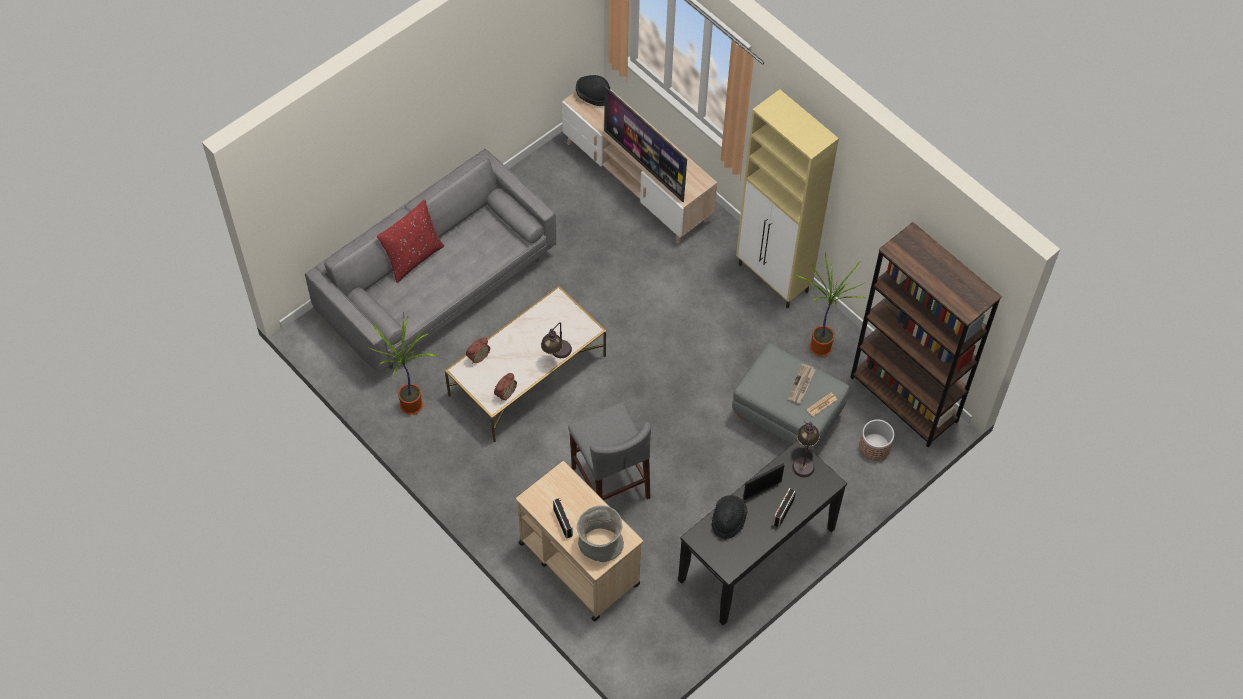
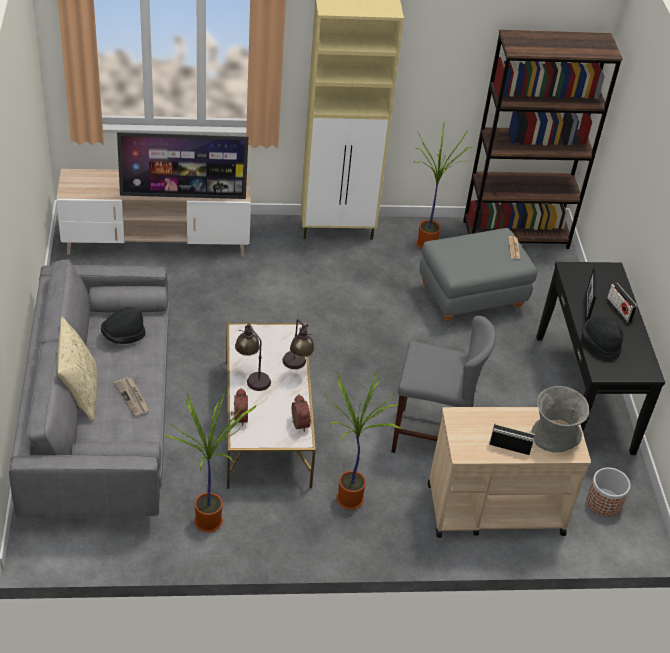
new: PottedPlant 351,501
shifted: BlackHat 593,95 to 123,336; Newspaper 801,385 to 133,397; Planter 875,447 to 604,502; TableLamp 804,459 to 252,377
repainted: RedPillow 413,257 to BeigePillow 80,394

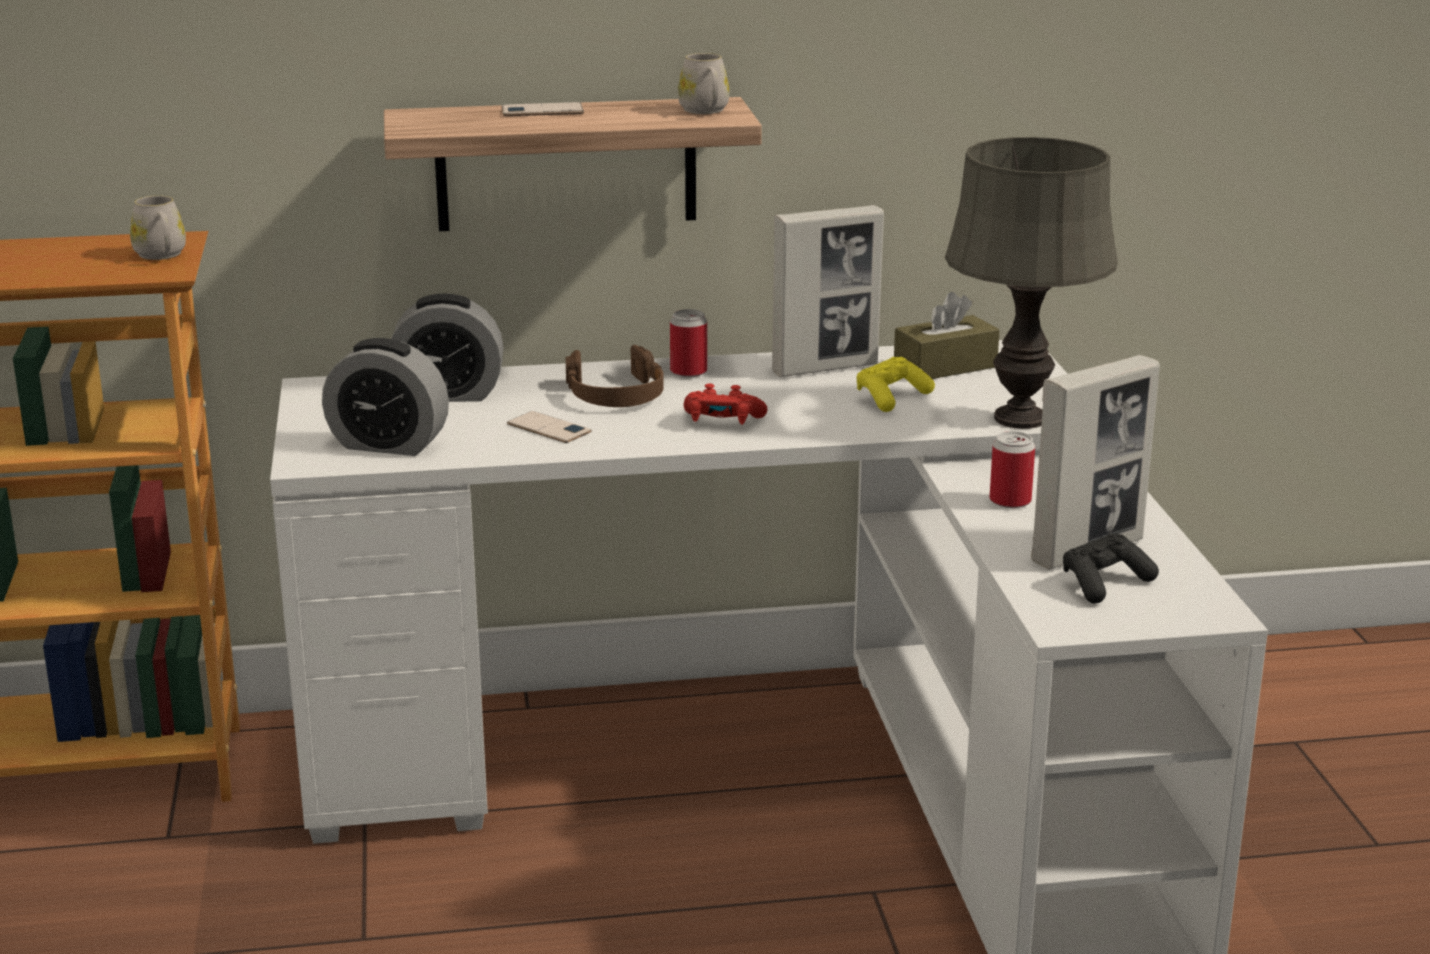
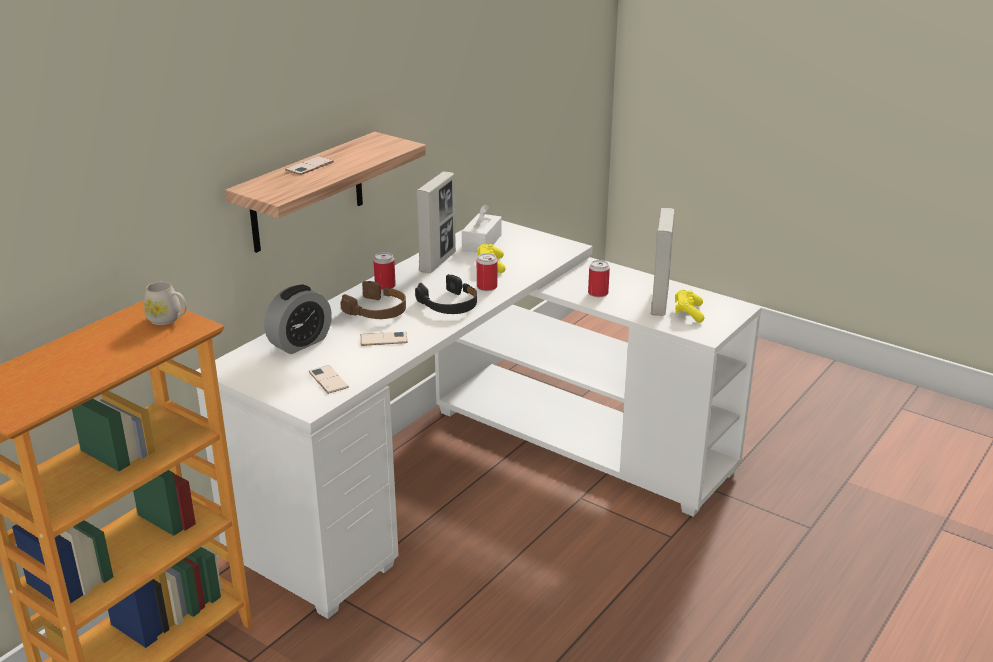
gone: WhiteMug 705,111; GreyTableLamp 1021,418
new: Can 487,287
swapped: AlarmClock 388,444 to Phone 328,380; RedGameController 722,422 to BlackHeadphones 449,304
repainted: BrownTissueBox 945,366 to WhiteTissueBox 482,242; BlackGameController 1105,583 to YellowGameController 688,313

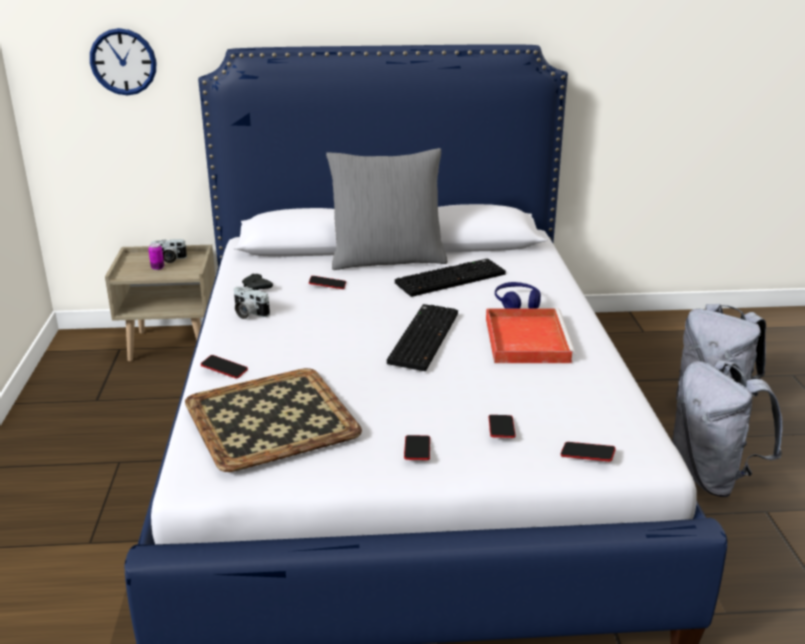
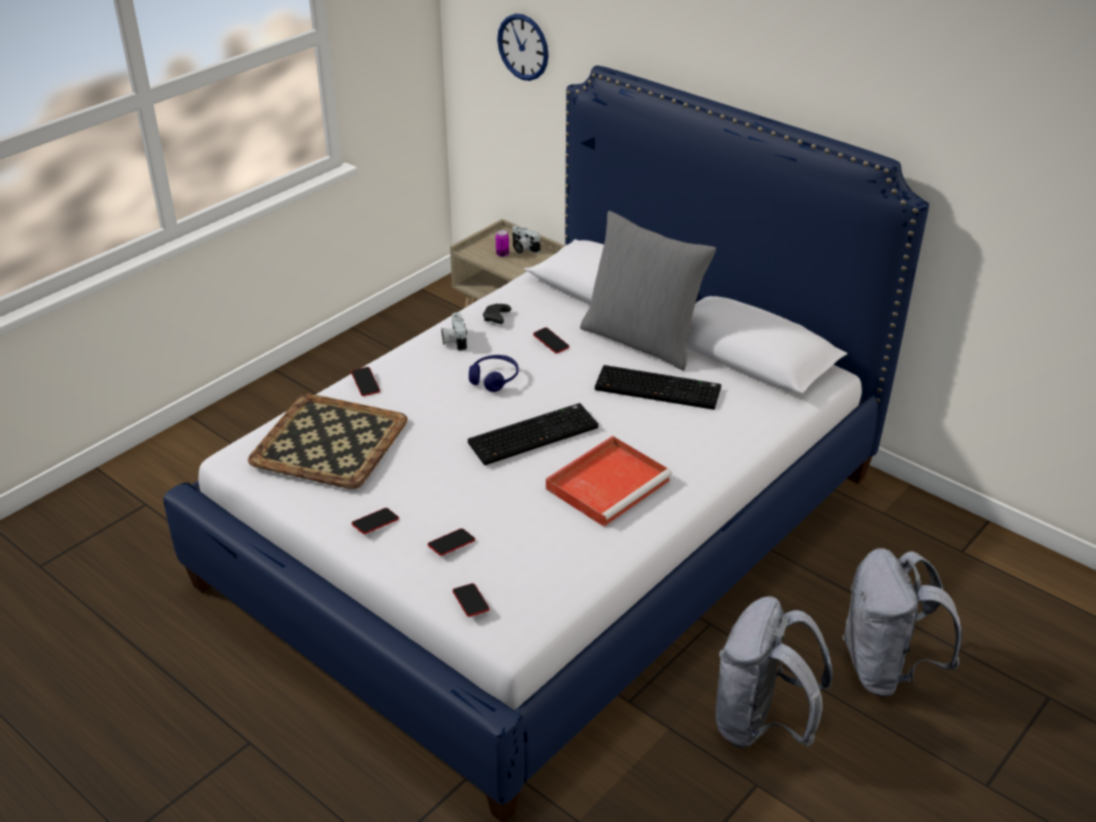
shifted: BlueHeadphones 517,303 to 494,379

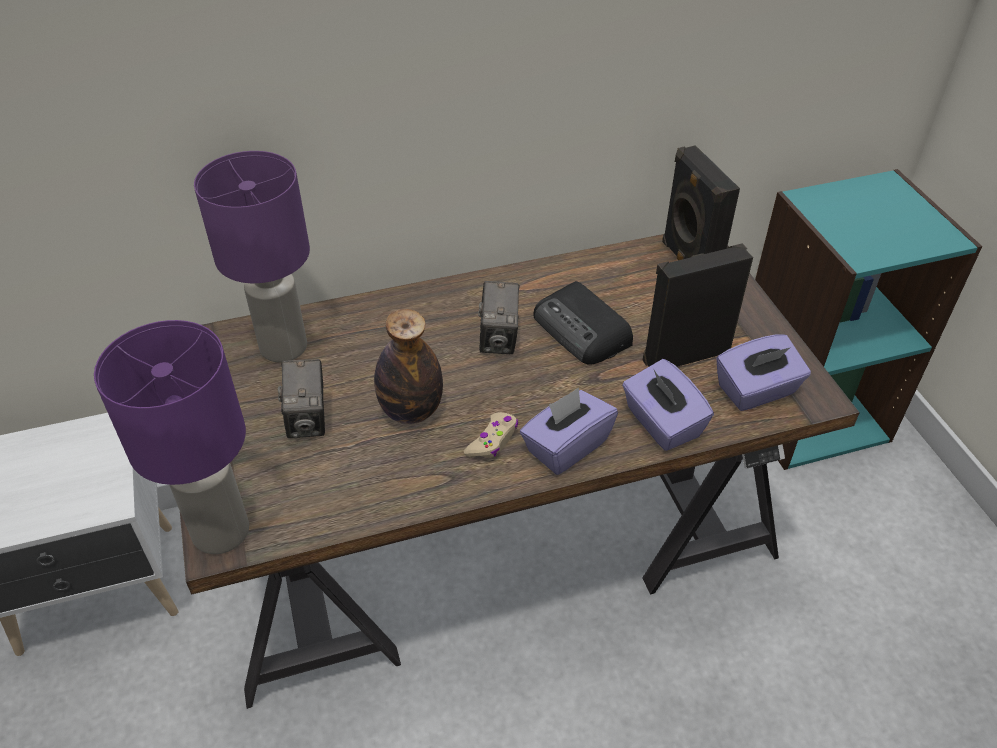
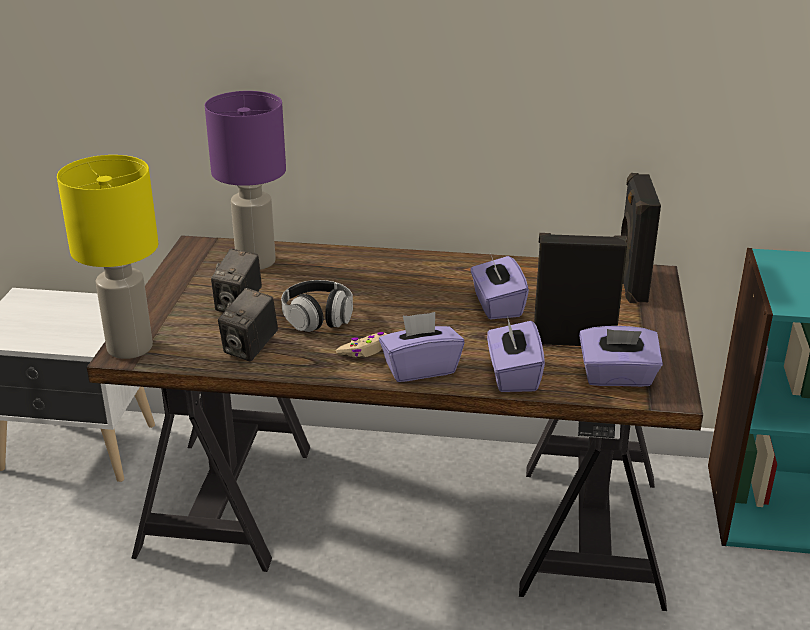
shifted: PhotoCamera 499,339 to 250,348
swapped: Radio 582,331 to PurpleTissueBox 497,305; Bottle 411,411 to Headphones 318,318
repainted: PurpleTableLamp 222,531 to YellowTableLamp 131,348

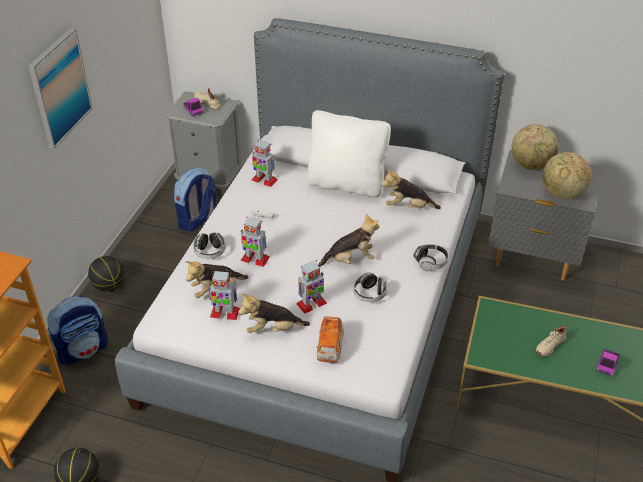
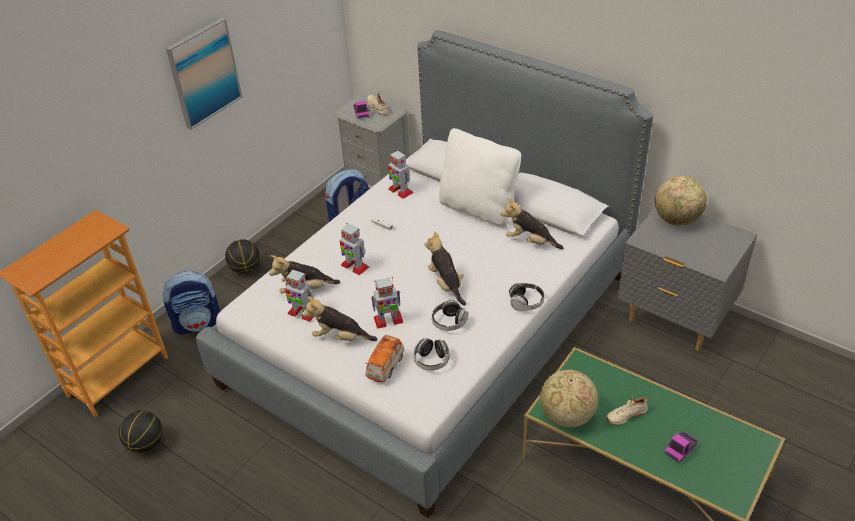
shifted: Globe 562,194 to 566,416; Headphones 210,252 to 432,360
rotated: PlushToy 350,260 = 446,284 120 degrees counterclockwise

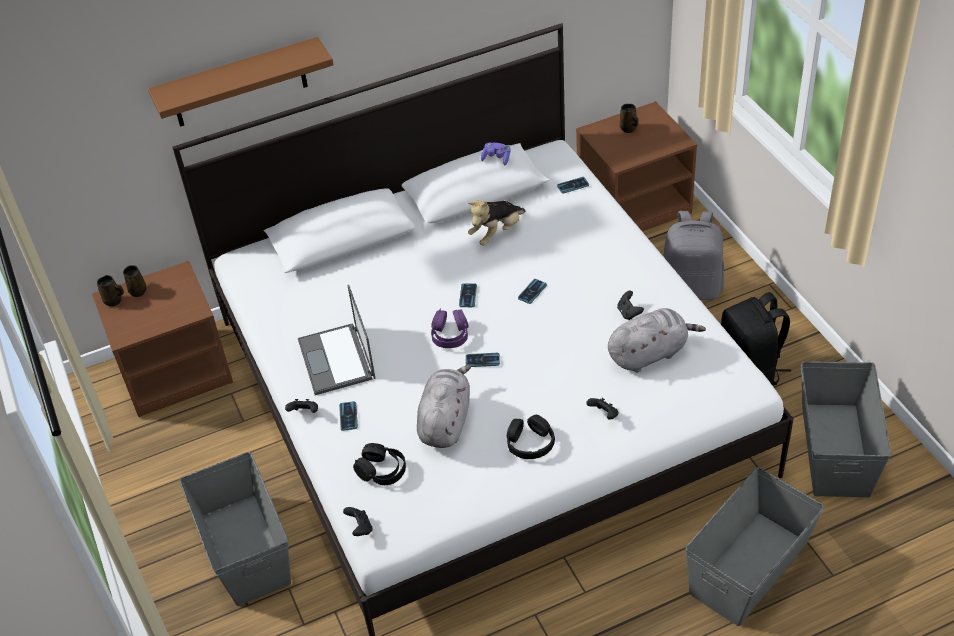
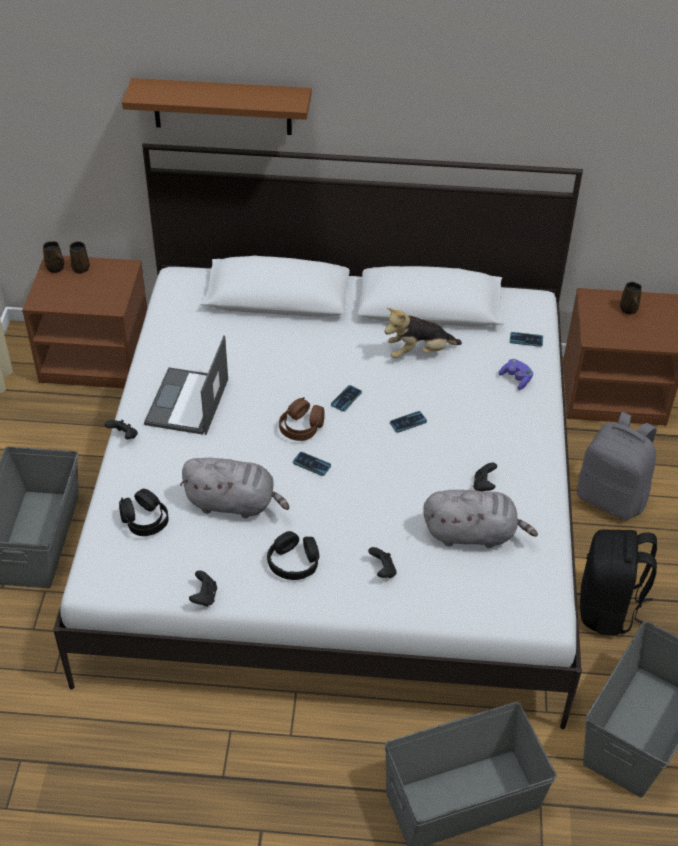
gone: Phone 348,416
shifted: PurpleGameController 496,158 to 516,379; BlackGameController 360,528 to 204,597
repainted: PurpleHeadphones 450,335 to BrownHeadphones 301,427
rotated: GreyPlushToy 445,421 = 234,503 60 degrees clockwise

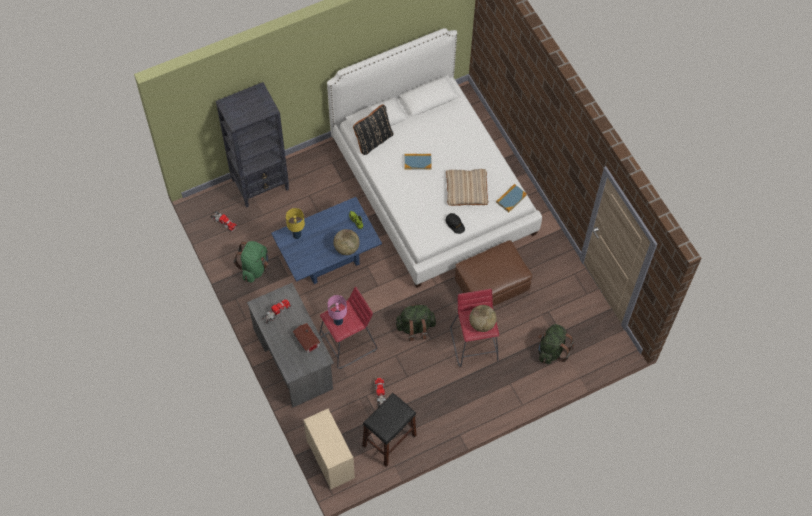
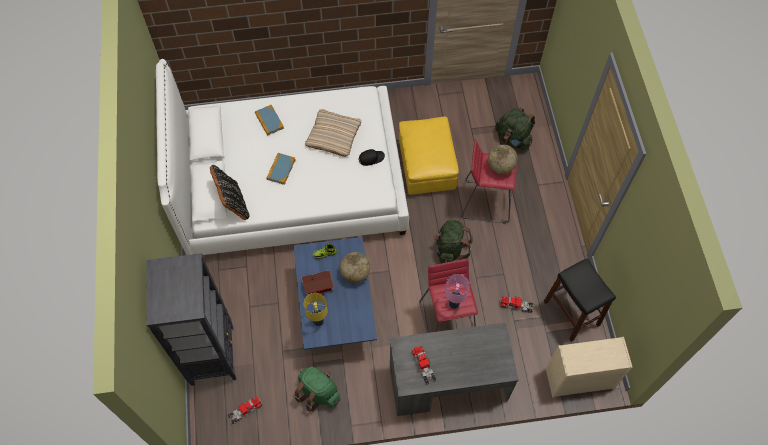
shifted: Book 511,199 to 269,121; ToyHouse 306,341 to 319,286
repainted: BrownOttoman 491,285 to YellowOttoman 426,166

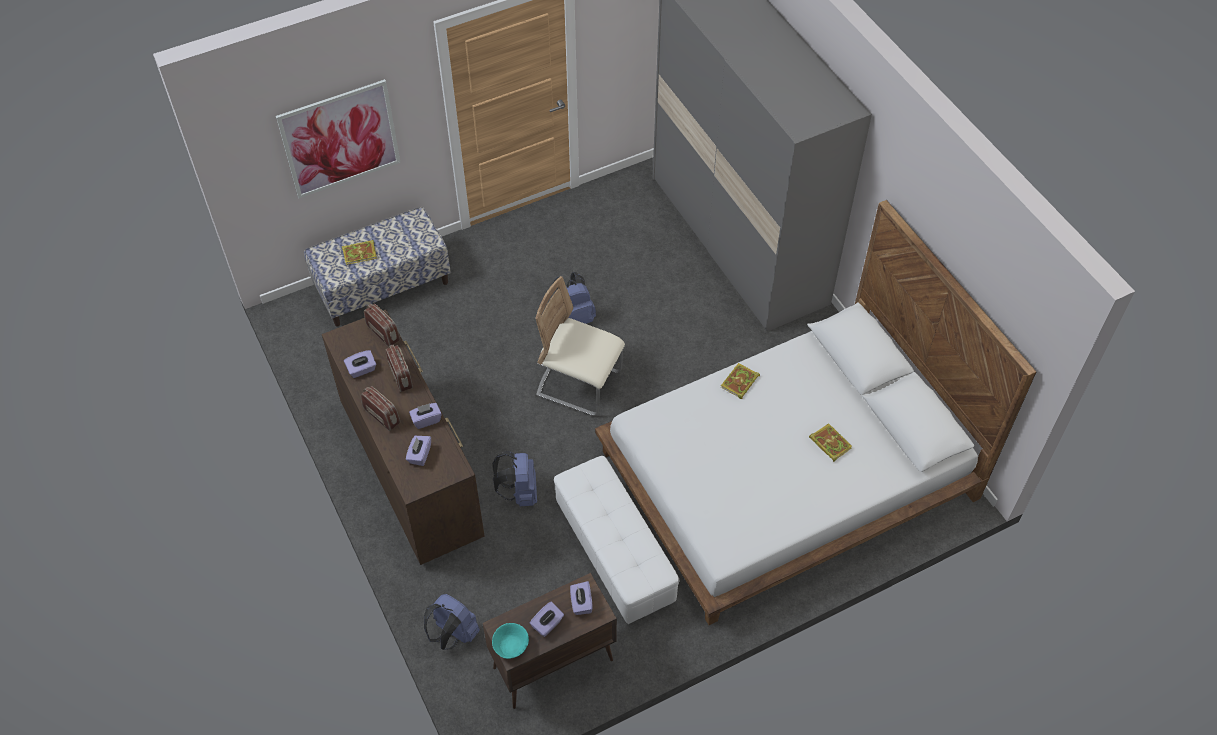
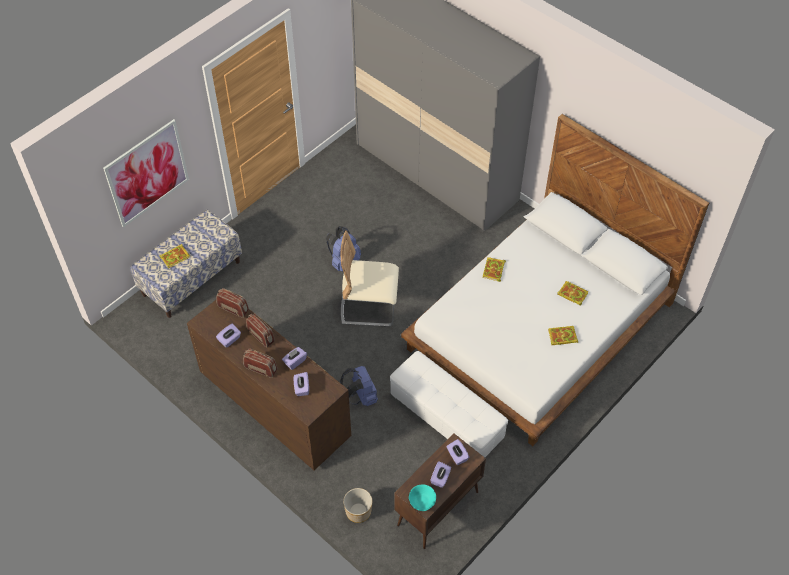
new: Book 561,337
swapped: BlueBackpack 453,634 to Planter 358,512

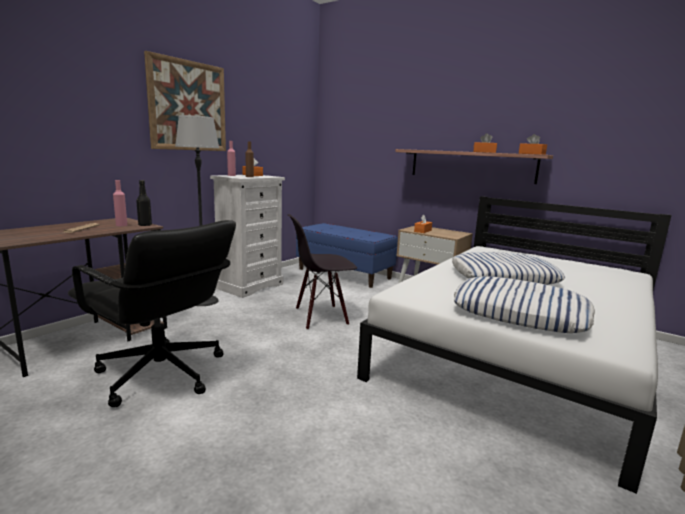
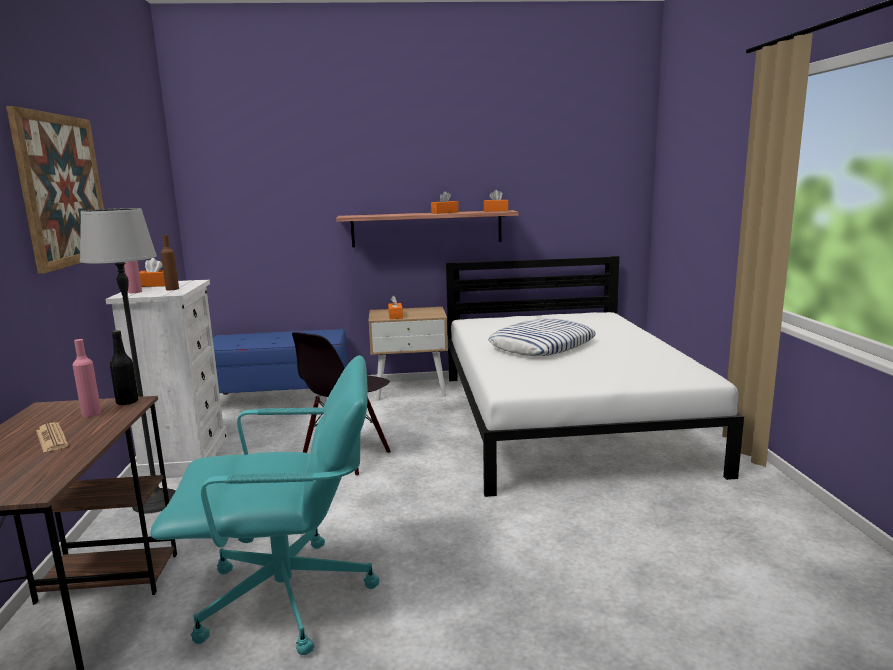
gone: Pillow 520,313
repainted: BlackOfficeChair 161,374 to TurquoiseOfficeChair 288,598

